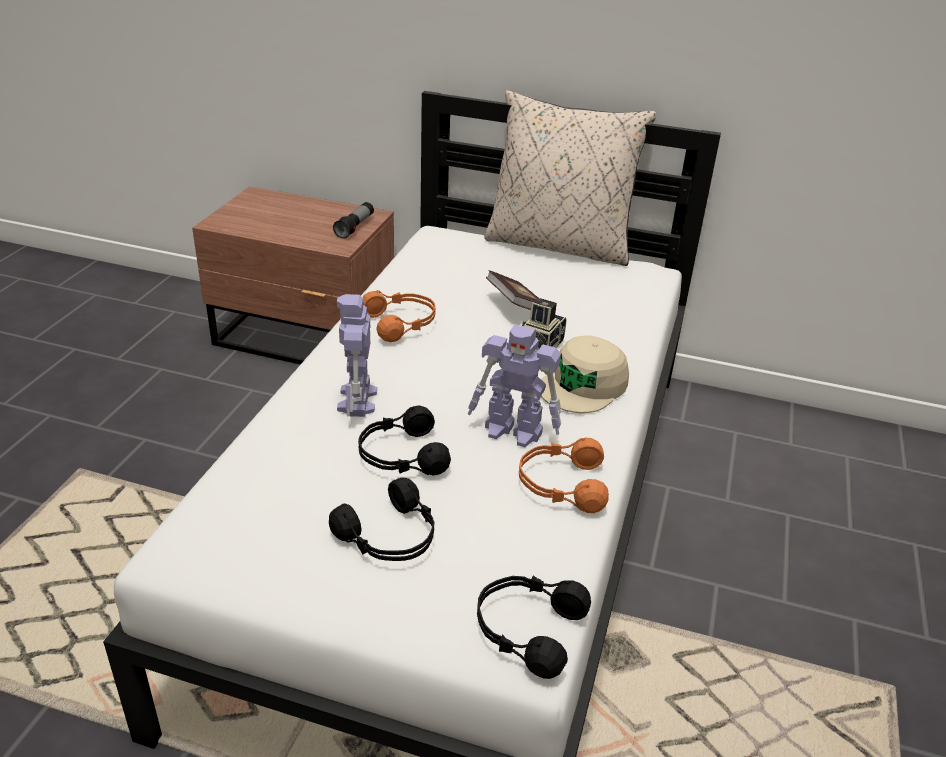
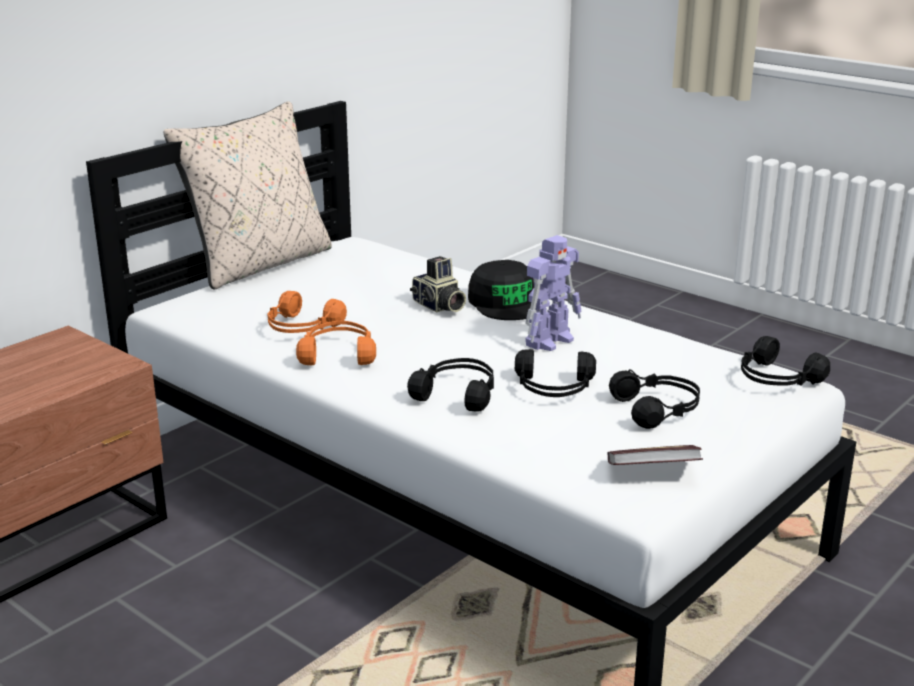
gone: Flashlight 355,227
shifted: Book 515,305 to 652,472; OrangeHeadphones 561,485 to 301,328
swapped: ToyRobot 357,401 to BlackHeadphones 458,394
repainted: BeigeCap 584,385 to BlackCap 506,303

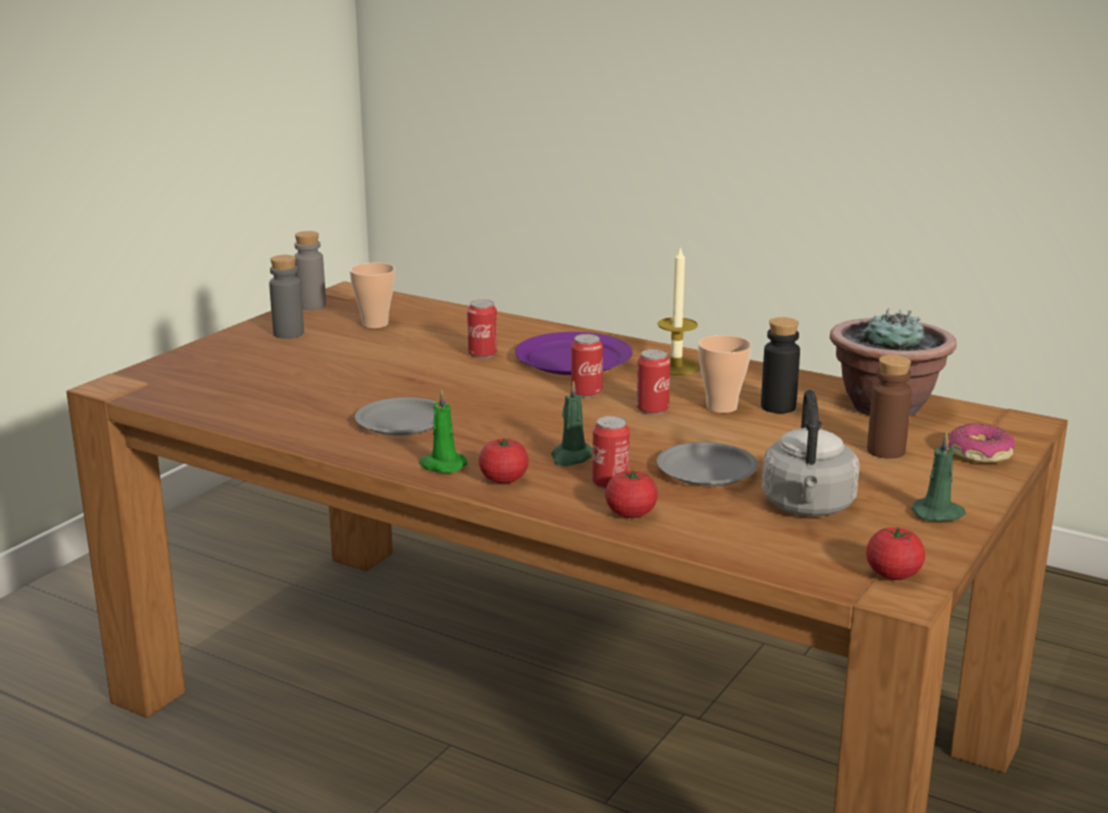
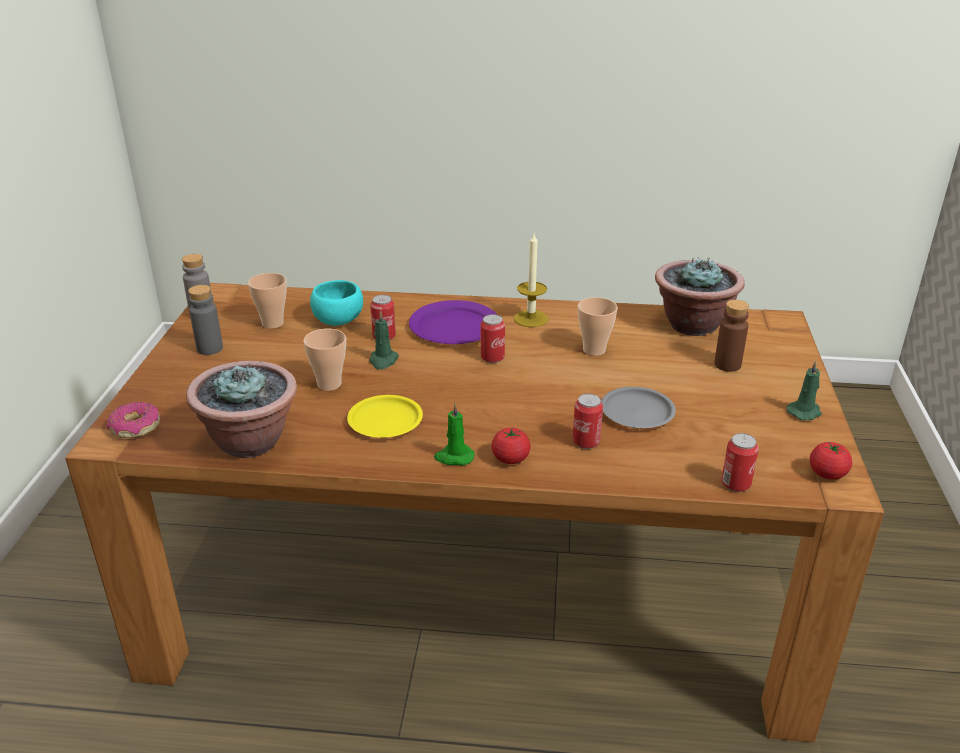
gone: BlackBottle 778,407; GreyKettle 808,507; Tomato 630,513
new: TurquoiseBowl 339,320; Cup 329,384; PottedPlant 250,441
shifted: Can 652,409 to 735,484; GreenCandle 571,457 to 383,361; Donut 979,454 to 135,427
repainted: GreyPlate 402,423 to YellowPlate 385,421

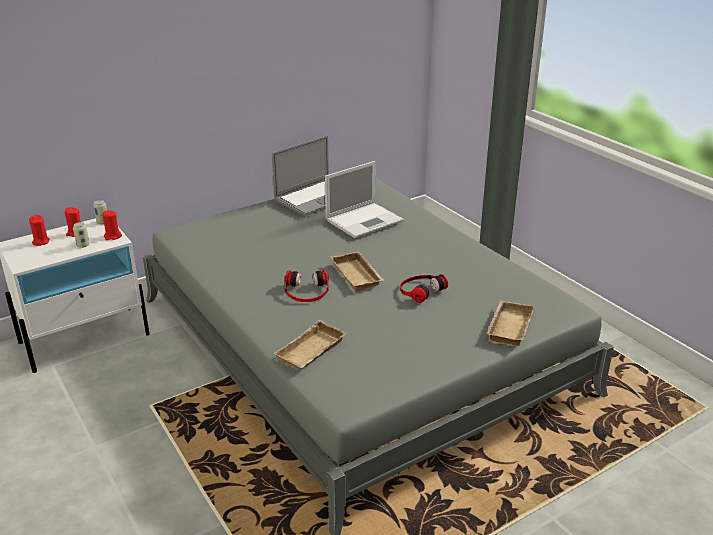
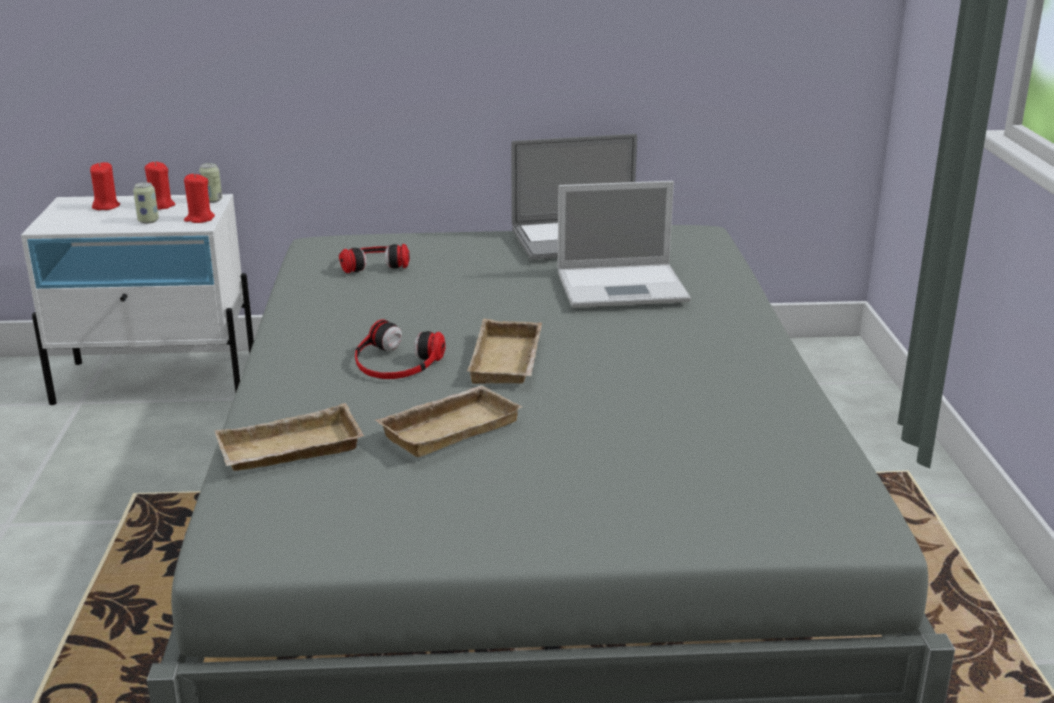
shifted: Headphones 420,290 to 373,263; BeigeTray 508,326 to 449,427

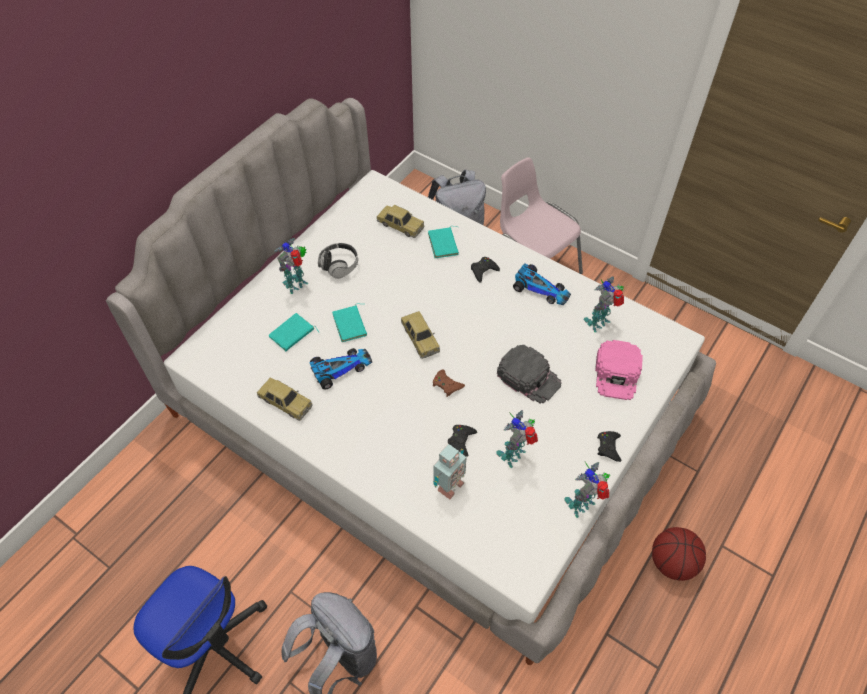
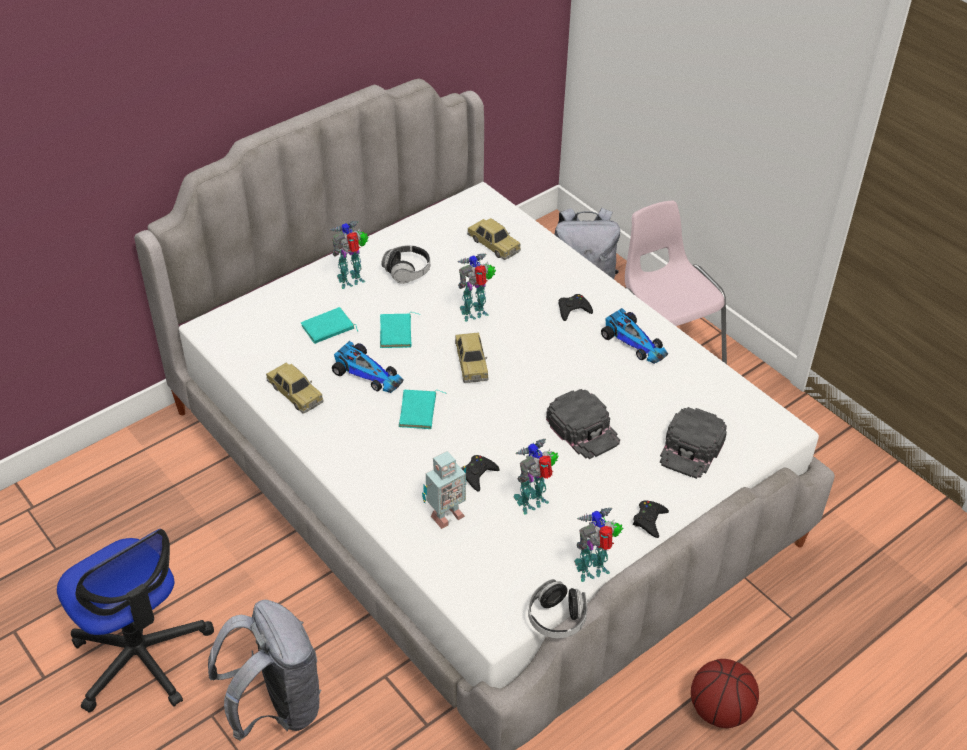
gone: BrownGameController 446,385
new: Headphones 557,618
shifted: TurquoiseBook 444,244 to 419,412; ToyRobot 599,322 to 475,313
repainted: PinkCap 617,373 to BlackCap 692,448
rotated: ToyCar 339,368 = 368,373 45 degrees clockwise

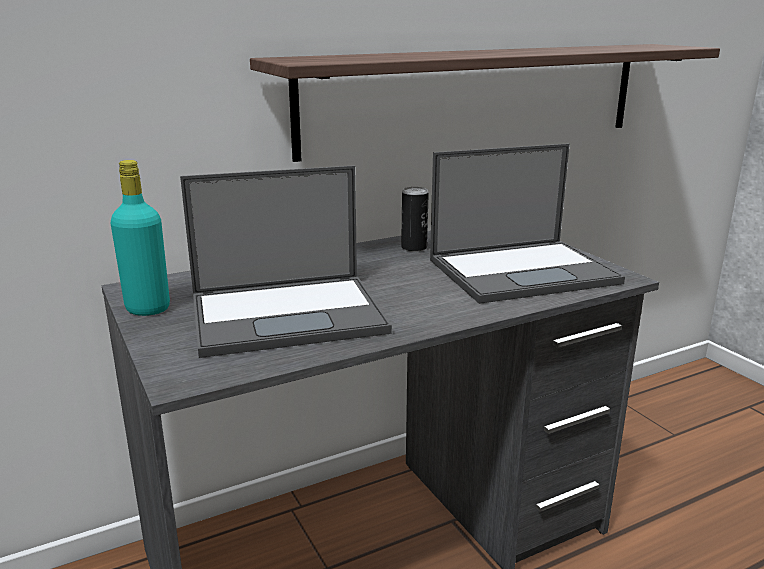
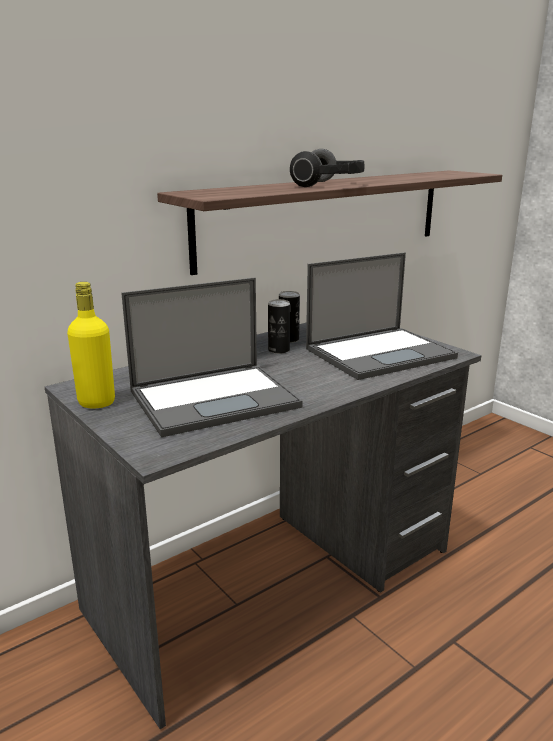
new: Headphones 329,185; Can 278,350
repainted: TurquoiseBottle 148,308 to YellowBottle 96,402

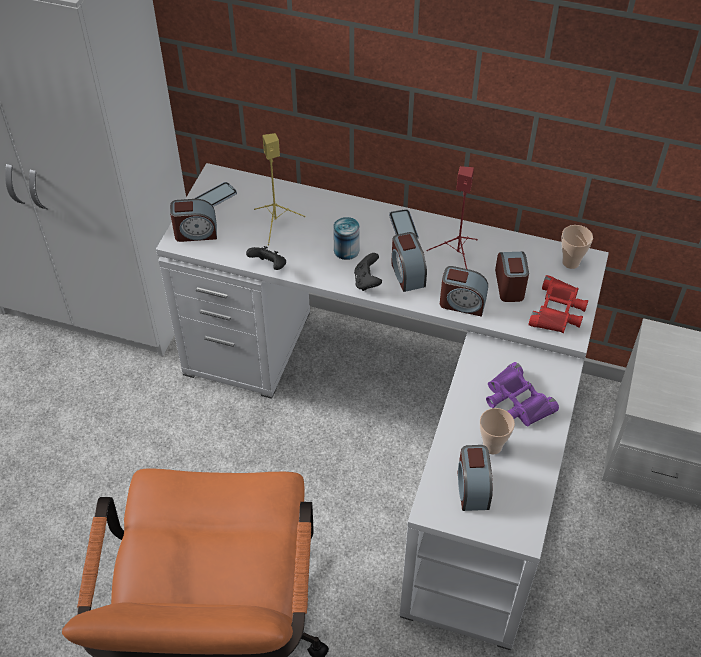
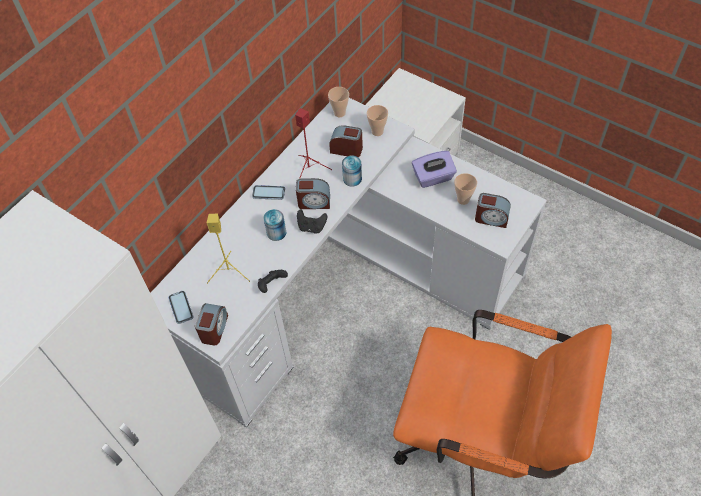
swapped: AlarmClock 462,303 to Can 352,179; RedBinoculars 558,311 to Cup 377,131; PurpleBinoculars 516,401 to PurpleTissueBox 433,177

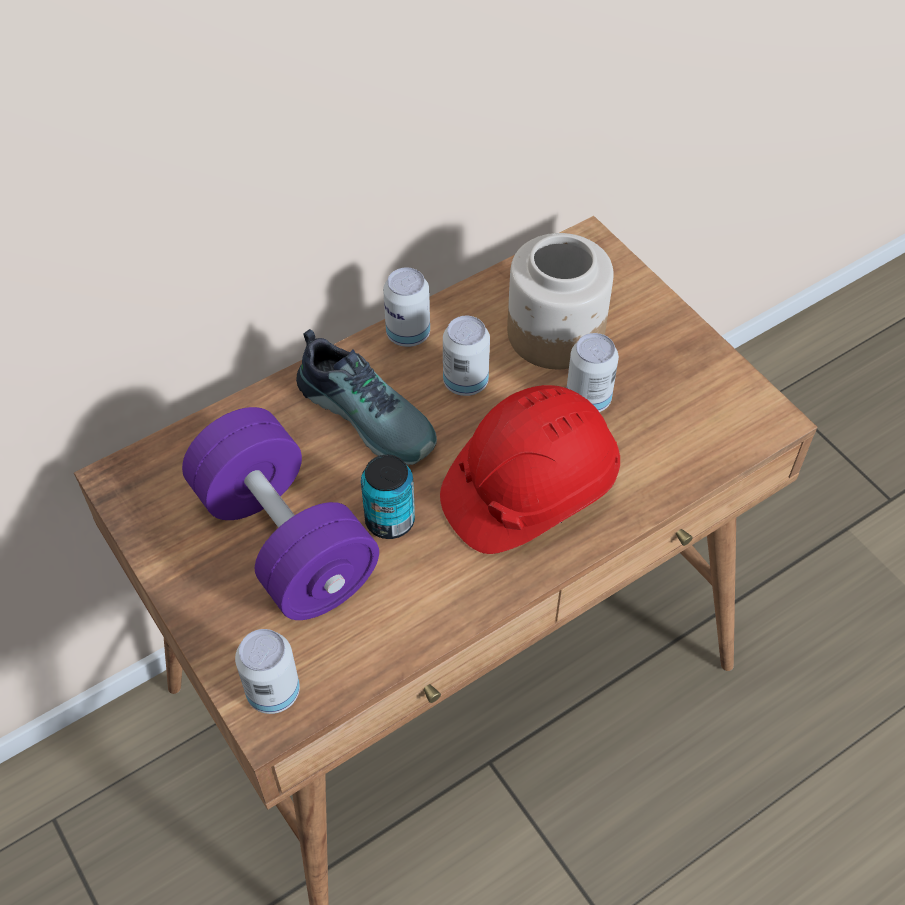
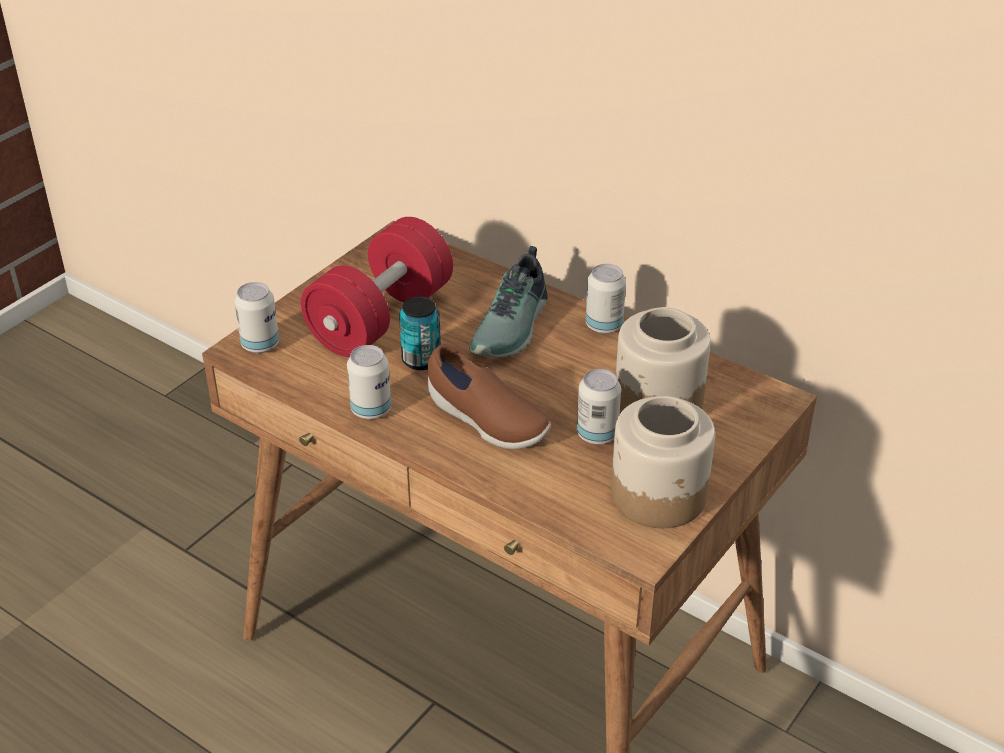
new: Jar 659,495
shifted: Can 465,382 to 371,410
swapped: RedHardHat 528,489 to BrownShoe 486,421
repainted: PurpleDumbbell 285,541 to RedDumbbell 380,318

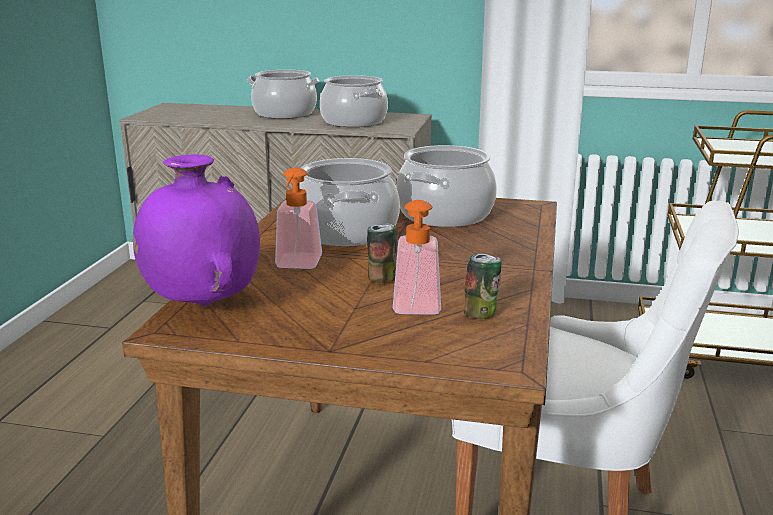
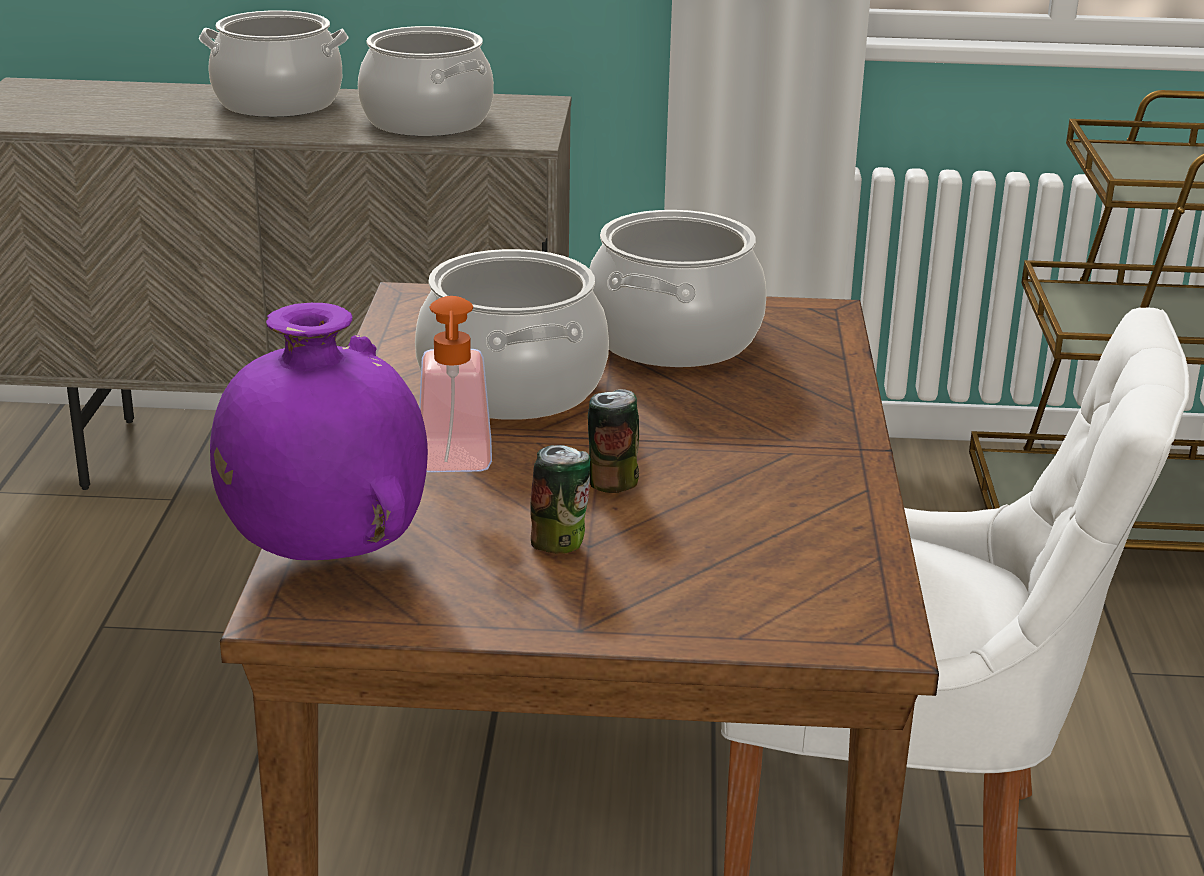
gone: SoapDispenser 416,311
shifted: Can 481,314 to 560,543

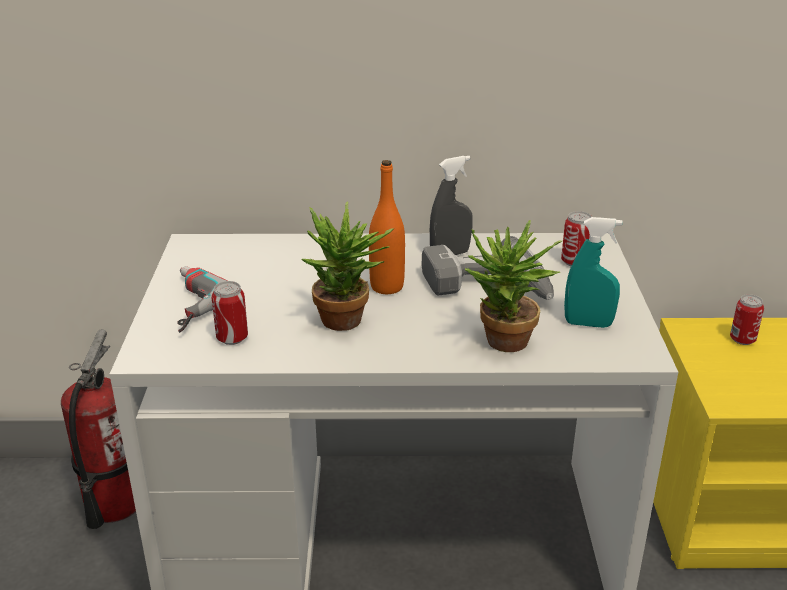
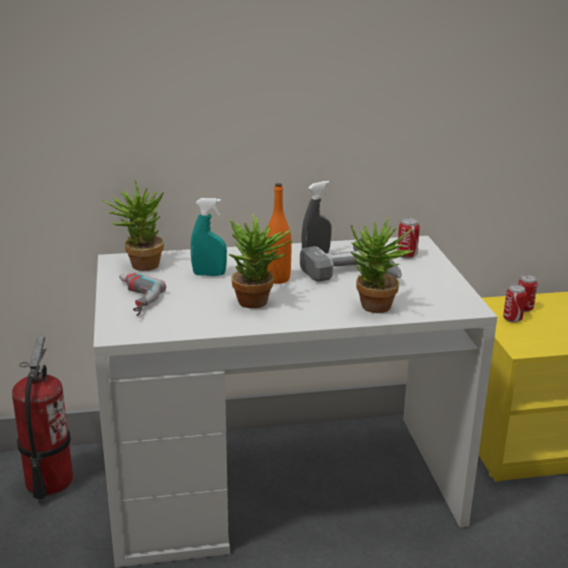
new: PottedPlant 139,265
shifted: TurquoiseSprayBottle 588,324 to 209,274; Can 232,338 to 512,319

